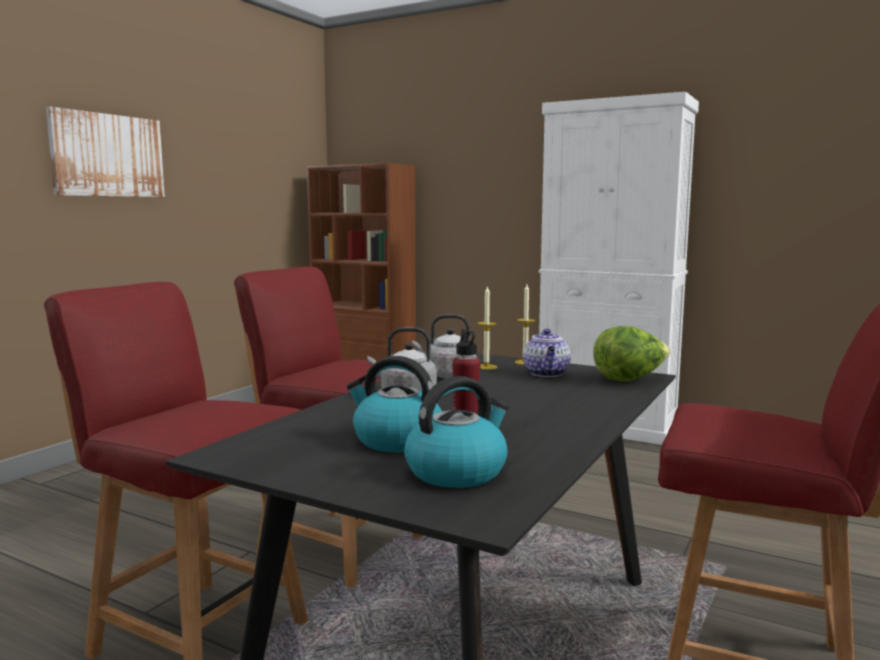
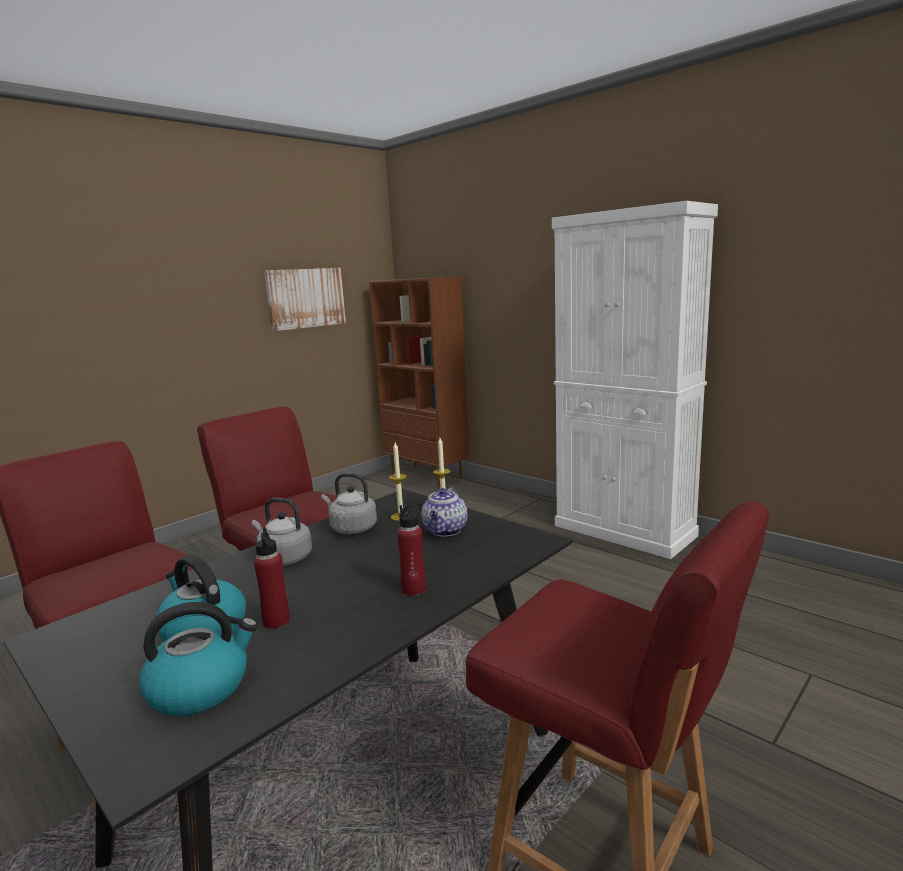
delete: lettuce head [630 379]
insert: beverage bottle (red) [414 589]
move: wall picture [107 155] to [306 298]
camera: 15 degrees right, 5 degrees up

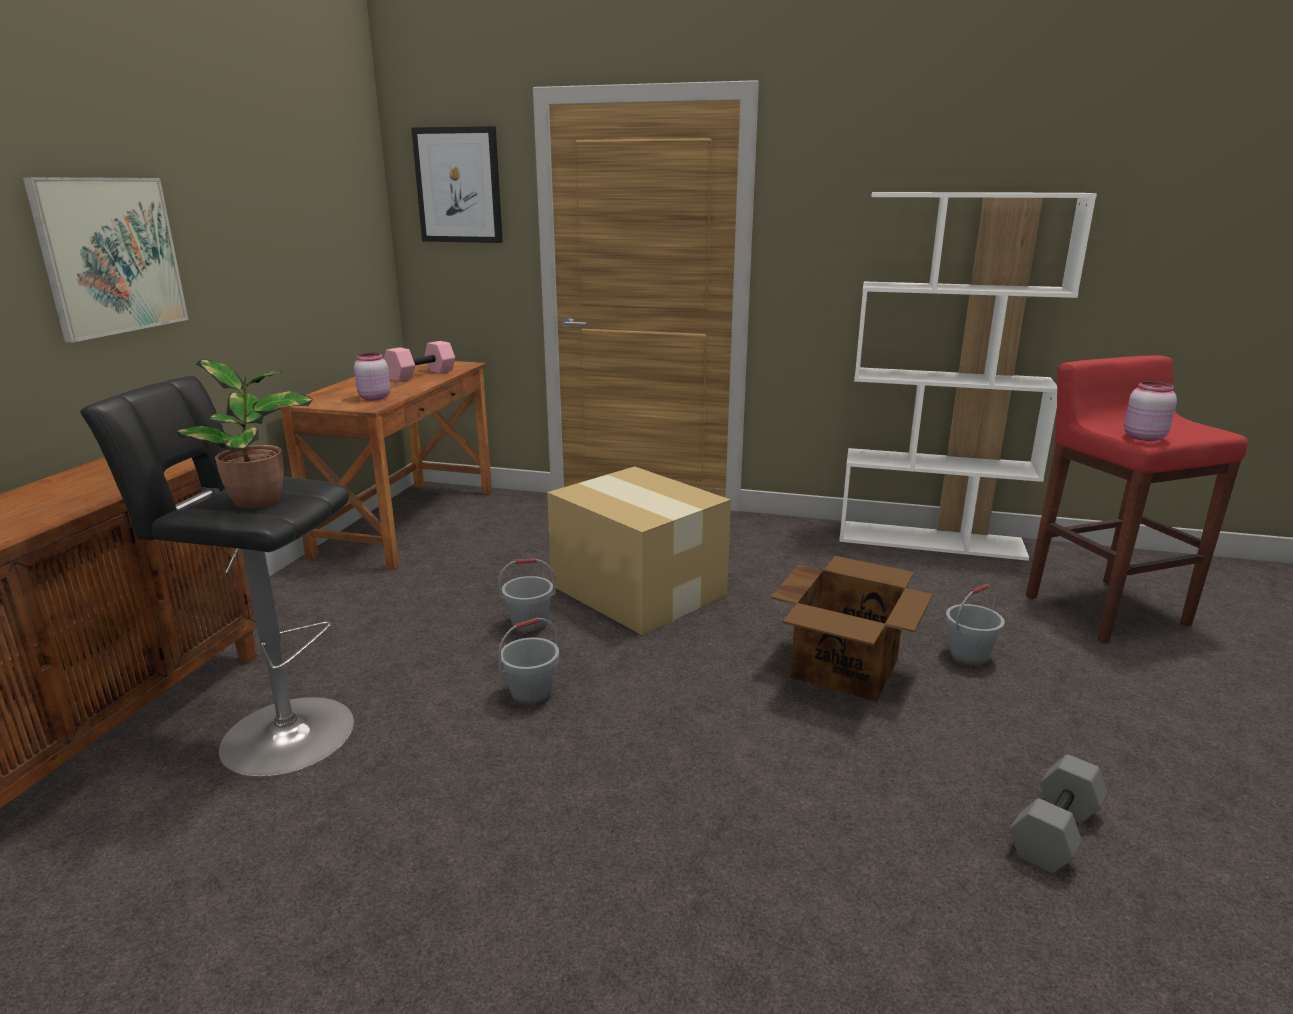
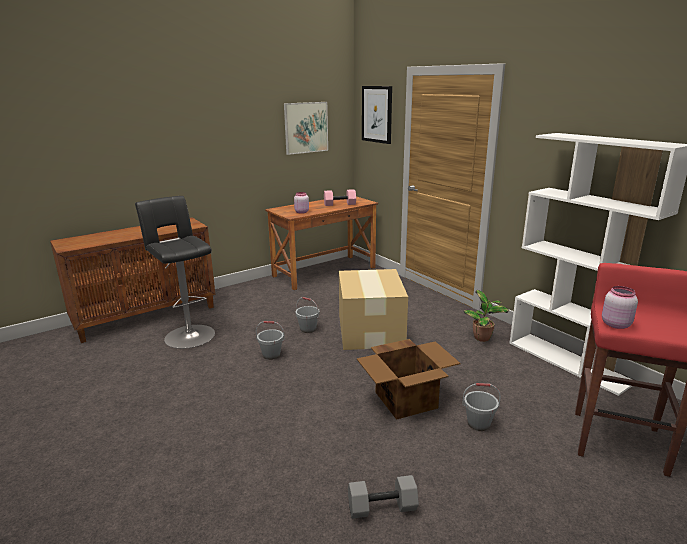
move: wall picture [111 256] to [306 127]; plant in a pot [260 500] to [483 338]
camera: 40 degrees right, 0 degrees up

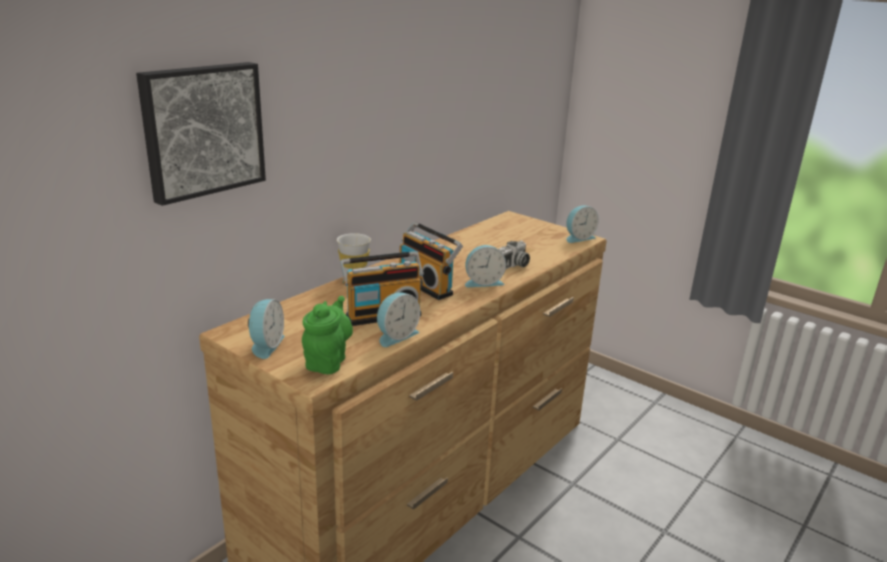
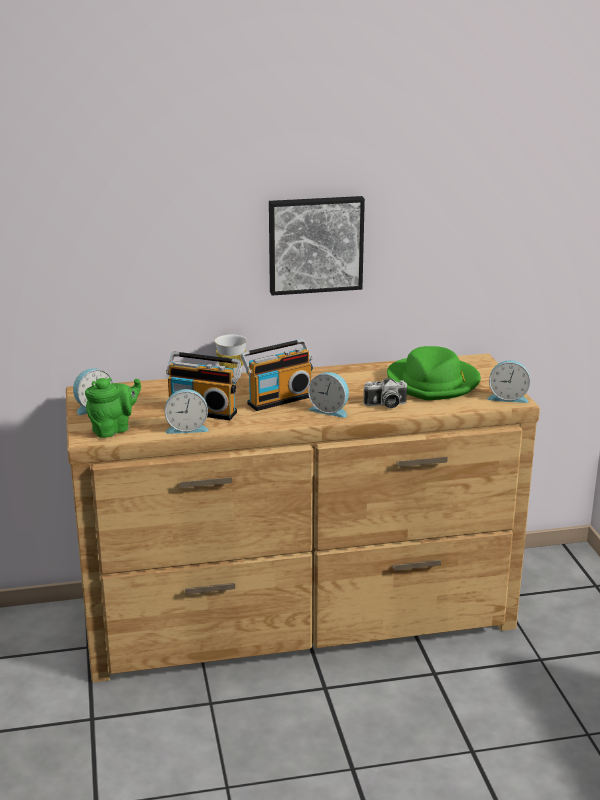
insert: clothing hat (green-coloured) [433 382]
move: wall picture [202 130] to [315 244]
rotate: radio receiver [427 285] = [278 399] 120 degrees counterclockwise
camera: 40 degrees right, 0 degrees up

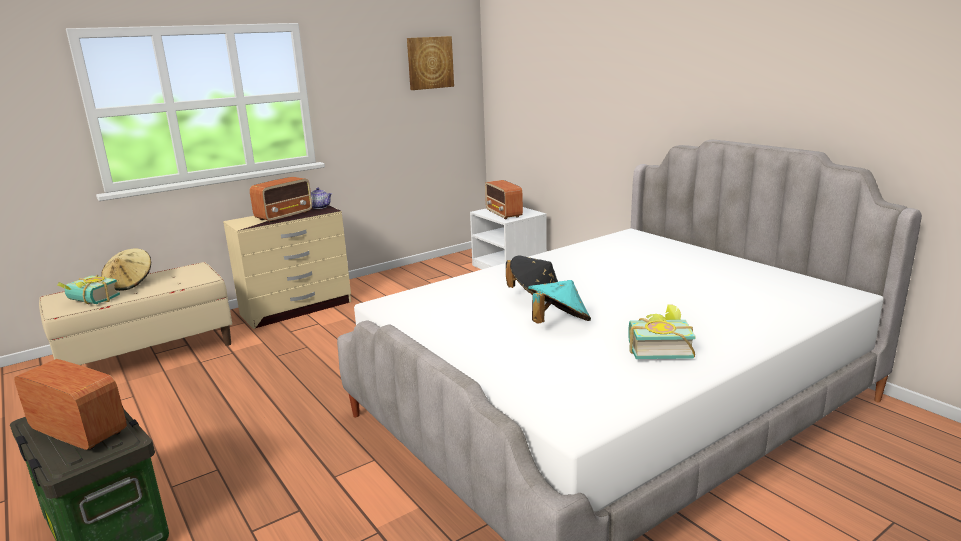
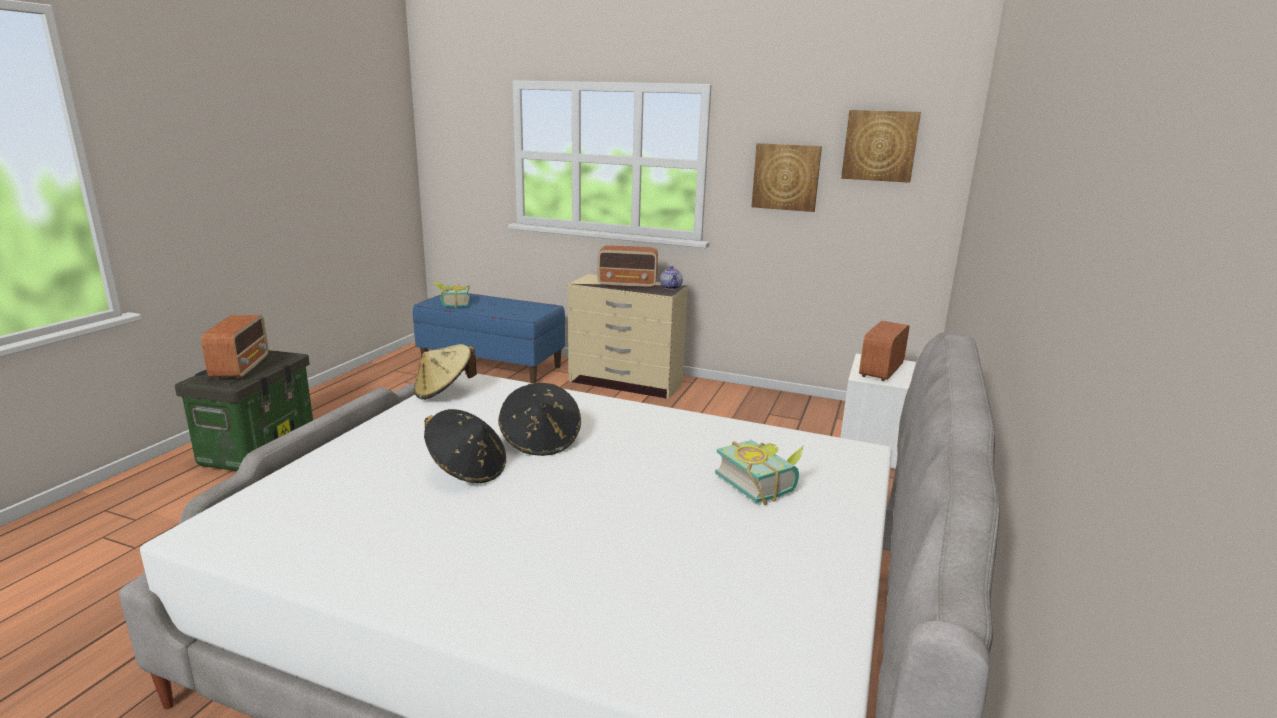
insert: wall picture [786 177]
move: clothing hat (beige) [130 283] to [444 391]; book [658 349] to [761 483]
recolor: bench (beige) [149 354] to bench (bluish) [492 365]; clothing hat (blue-green) [558 324] to clothing hat (black) [467 470]
camera: 55 degrees right, 0 degrees up

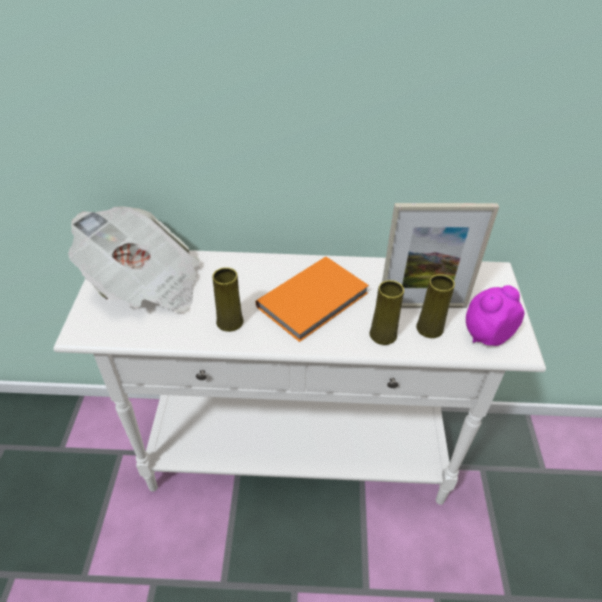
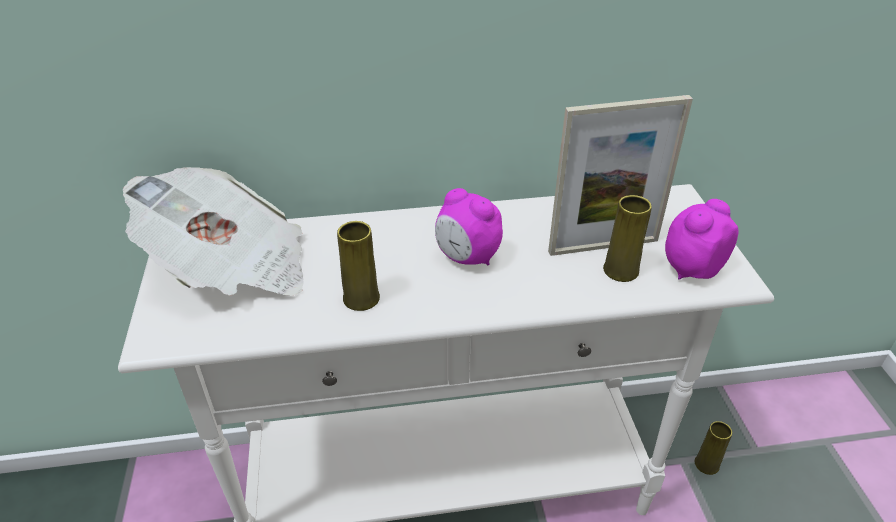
move: flower vase (yellowish) [383 335] to [706 464]
replace: book (orangey) [315 300] to alarm clock [467 258]
camera: 10 degrees left, 5 degrees down

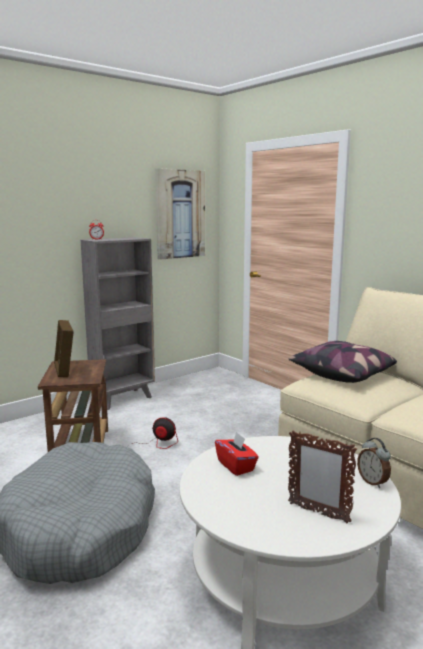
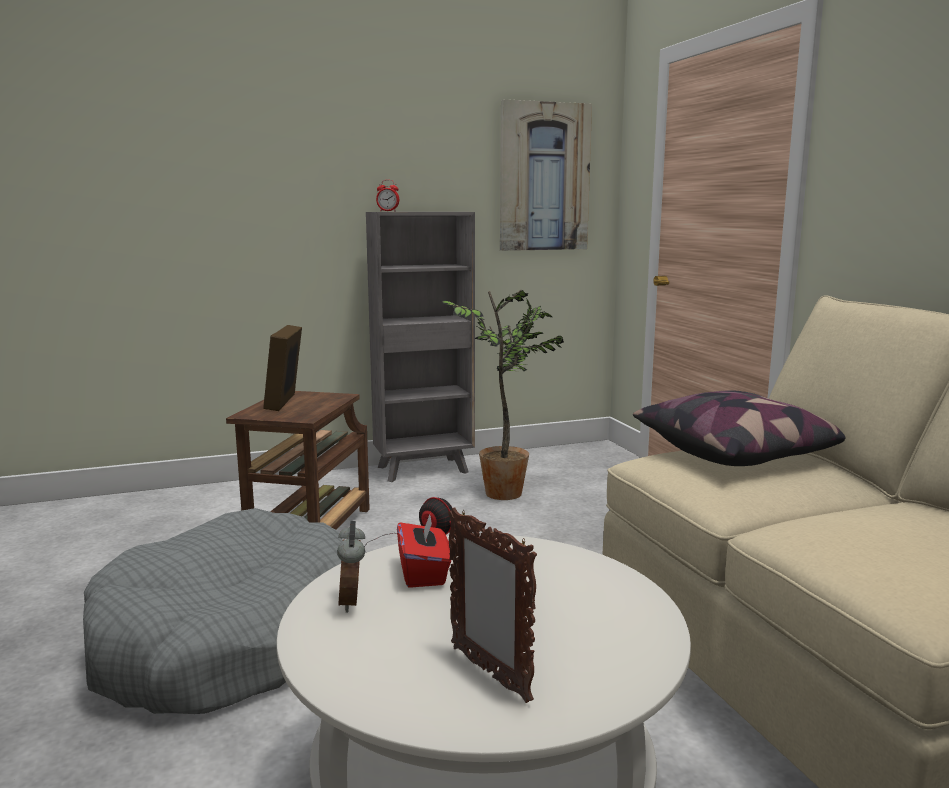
insert: plant in a pot [506 491]
move: alarm clock [373 482] to [353 602]
camera: 20 degrees right, 0 degrees up

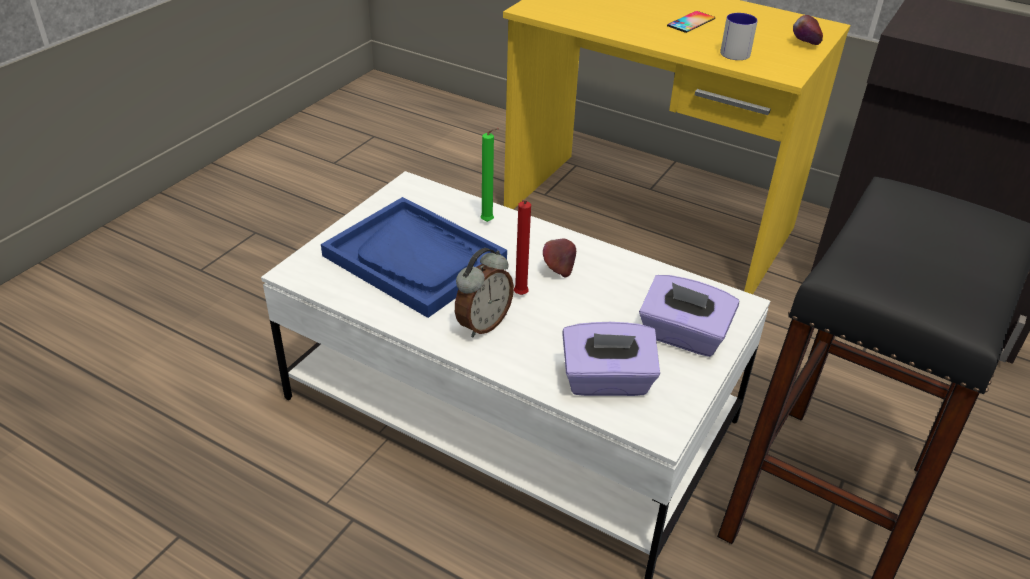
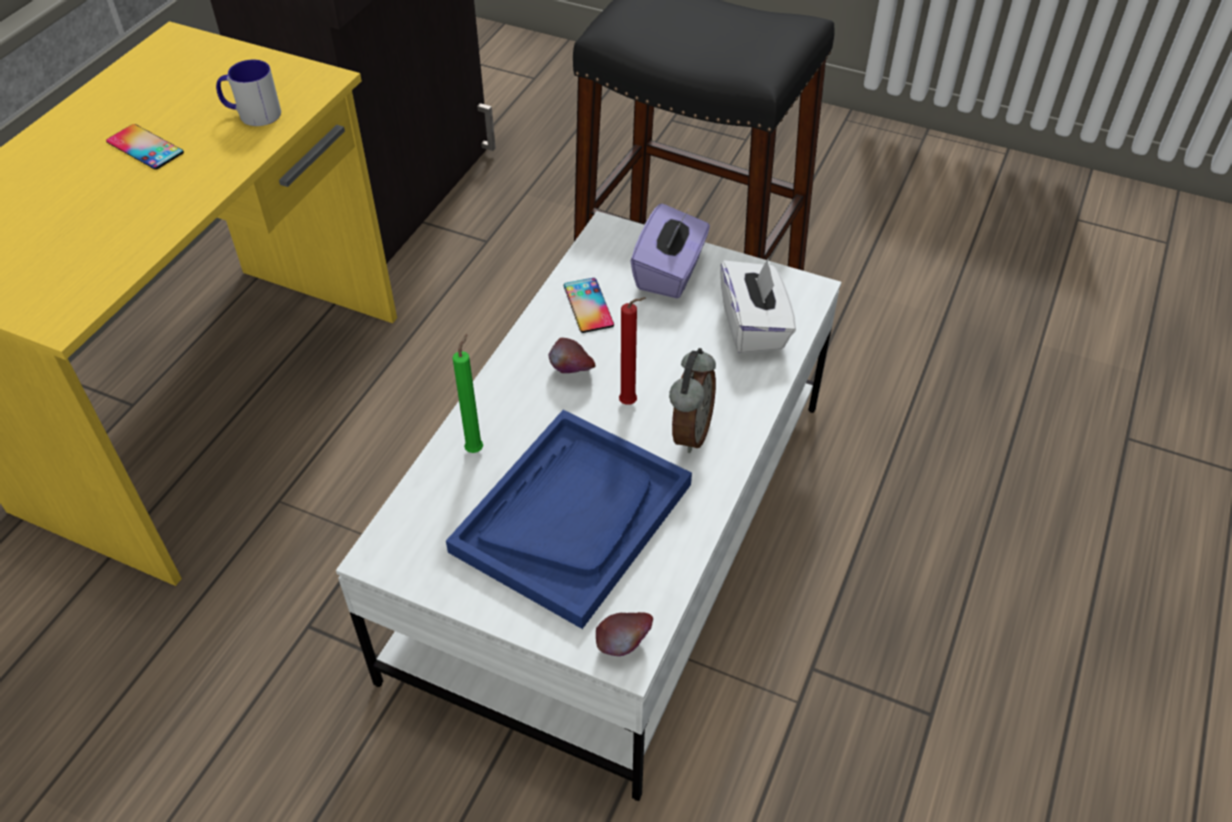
insert: handset [588 305]
move: apple [805 44] to [623 644]
recolor: tissue box (purplish) [607 381] to tissue box (white) [754 326]
rotate: alarm clock [482 324] = [689 432] 75 degrees clockwise
camera: 95 degrees left, 10 degrees up

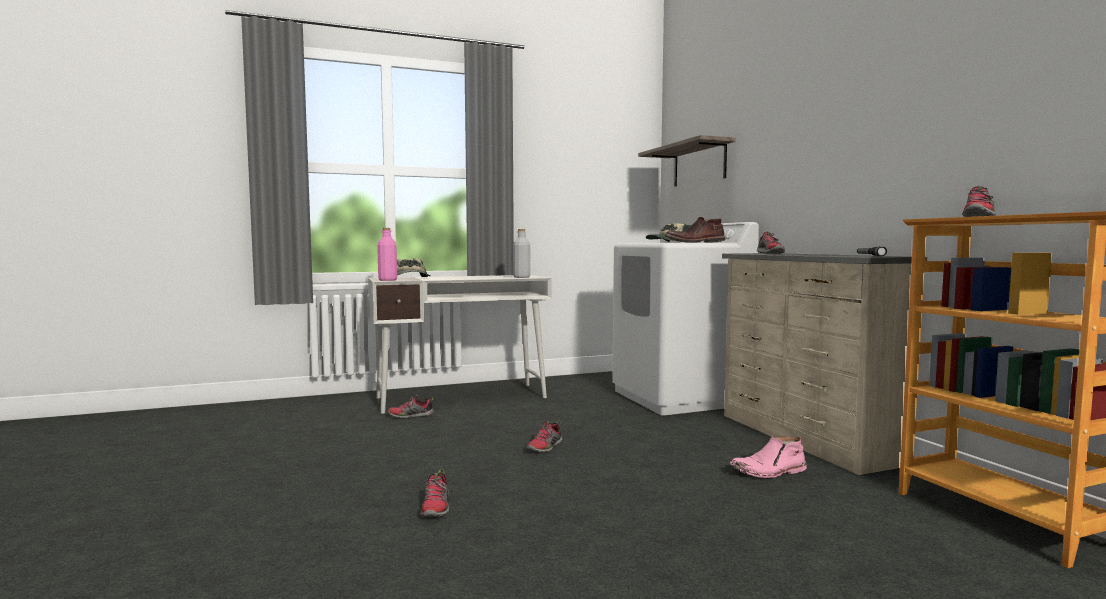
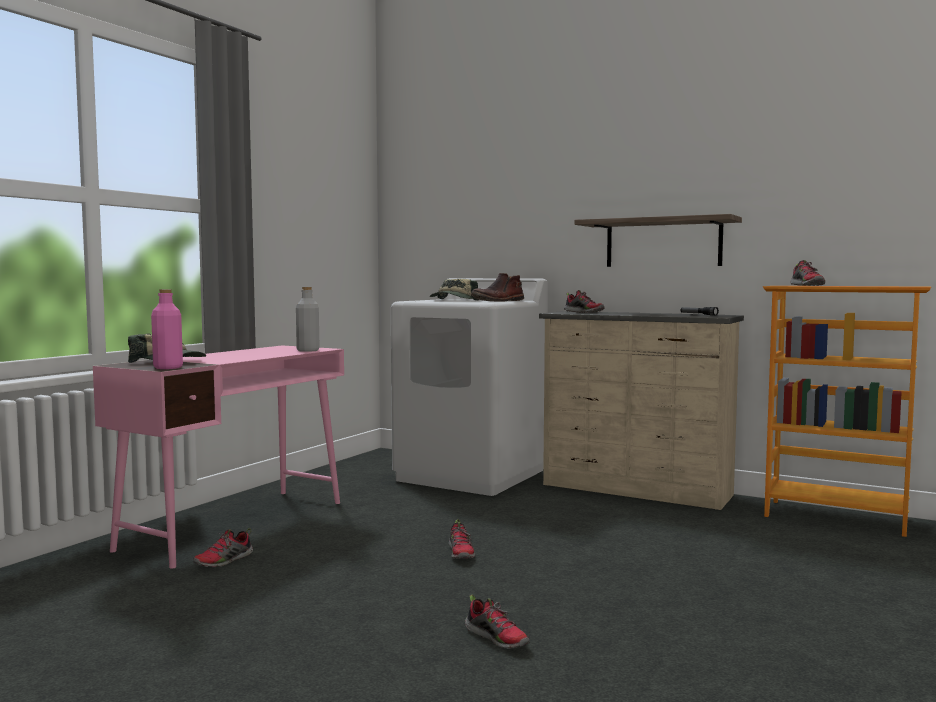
delete: boot (pink) [768 472]
move: wall shelf [699 164] to [663 243]
recolor: desk unit (white) [462 397] to desk unit (pink) [237 524]
camera: 40 degrees left, 0 degrees up

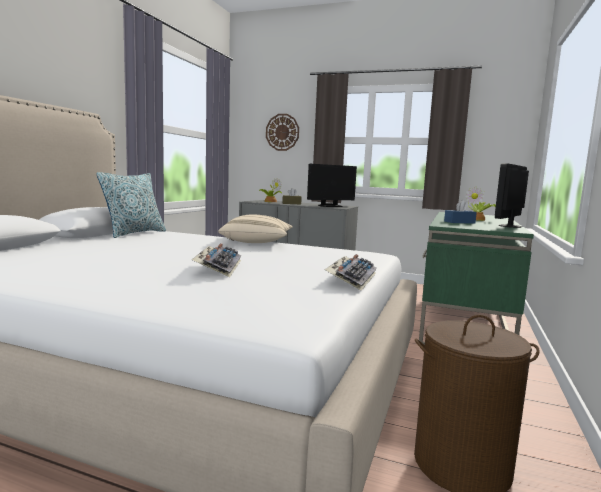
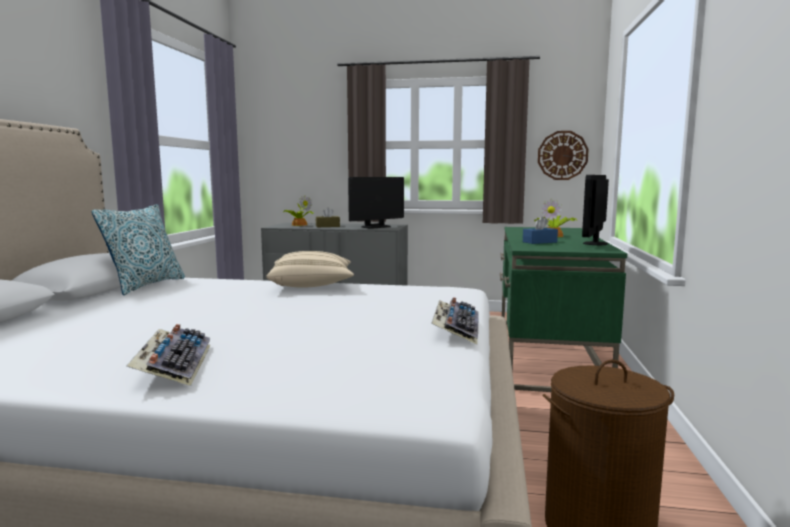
move: keyboard [218 267] to [174 364]; clock on the wall [282 132] to [562 155]
camera: 10 degrees left, 0 degrees up

